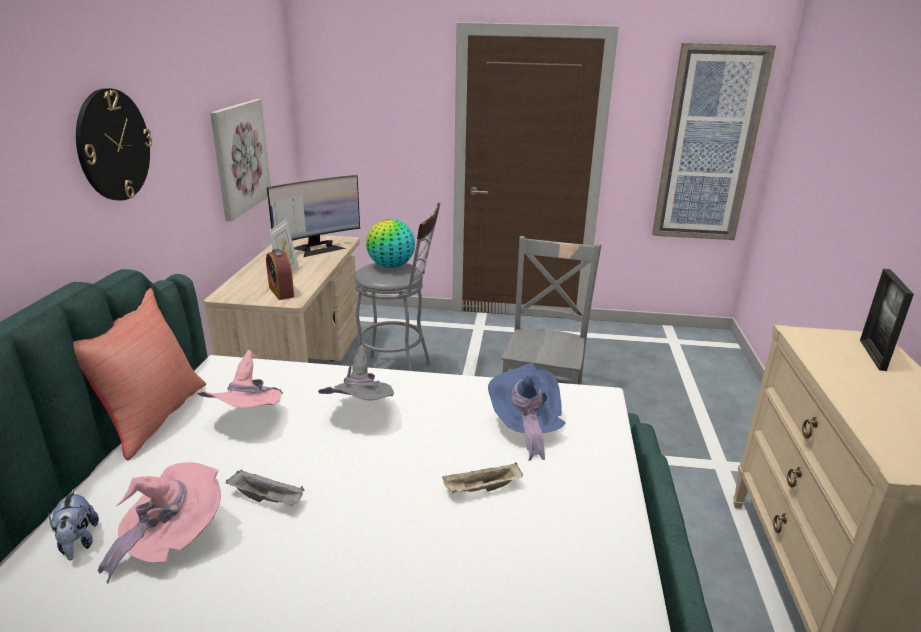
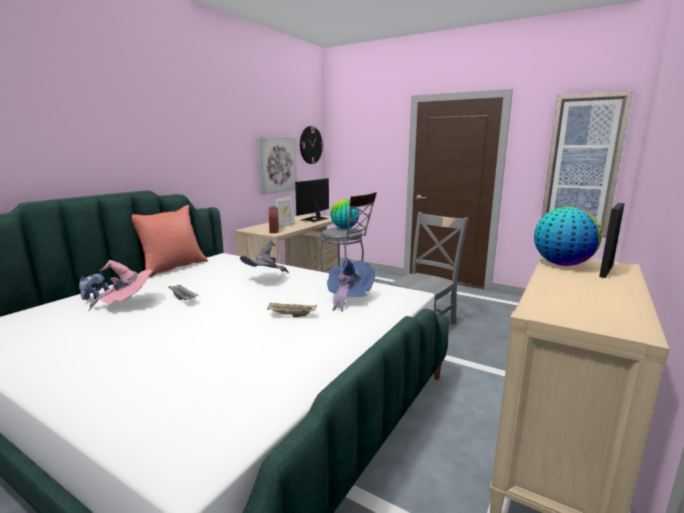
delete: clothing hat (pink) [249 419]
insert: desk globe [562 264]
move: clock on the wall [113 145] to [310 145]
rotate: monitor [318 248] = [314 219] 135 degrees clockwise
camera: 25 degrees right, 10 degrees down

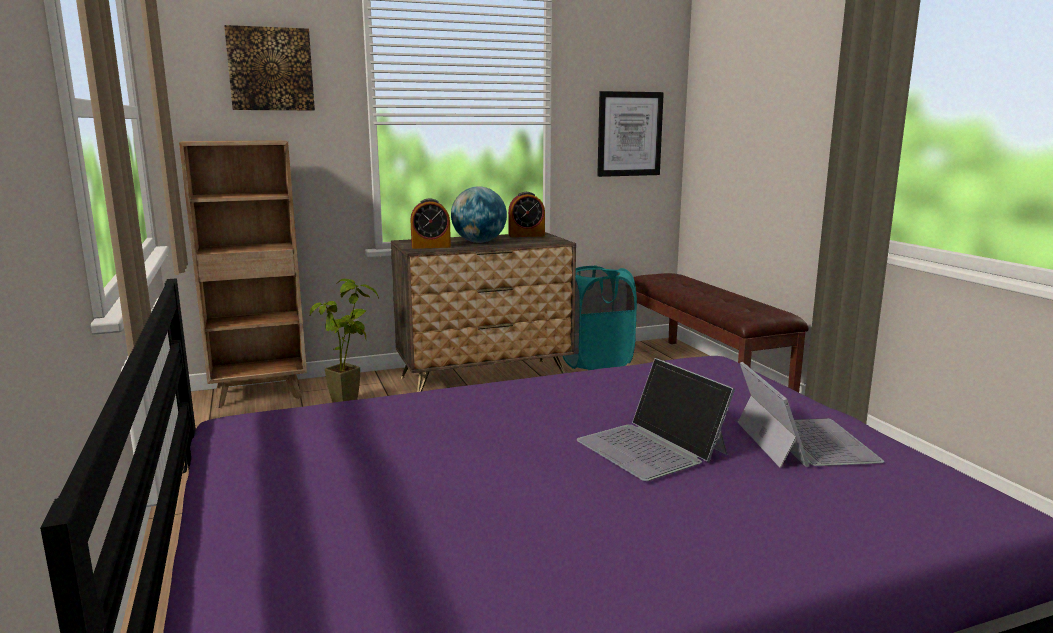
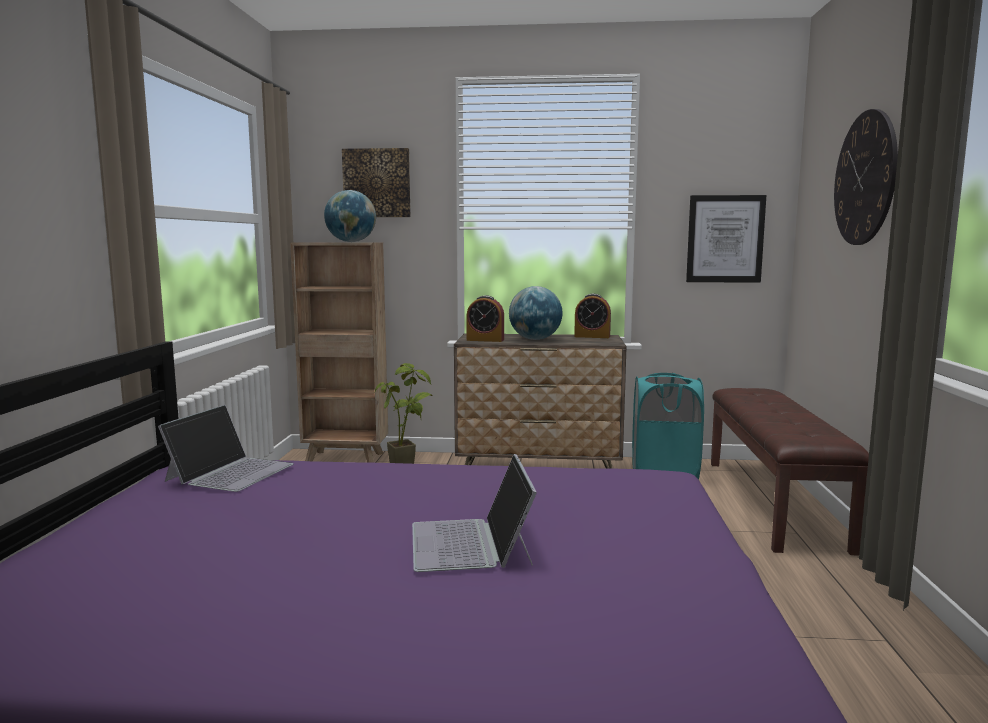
insert: desk globe [351 242]; clock on the wall [865 178]
move: portable computer [803 441] to [230 472]
camera: 25 degrees right, 5 degrees down

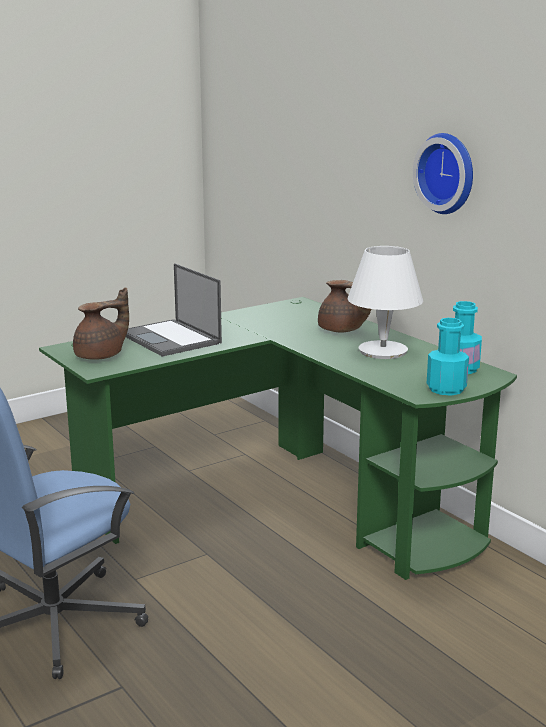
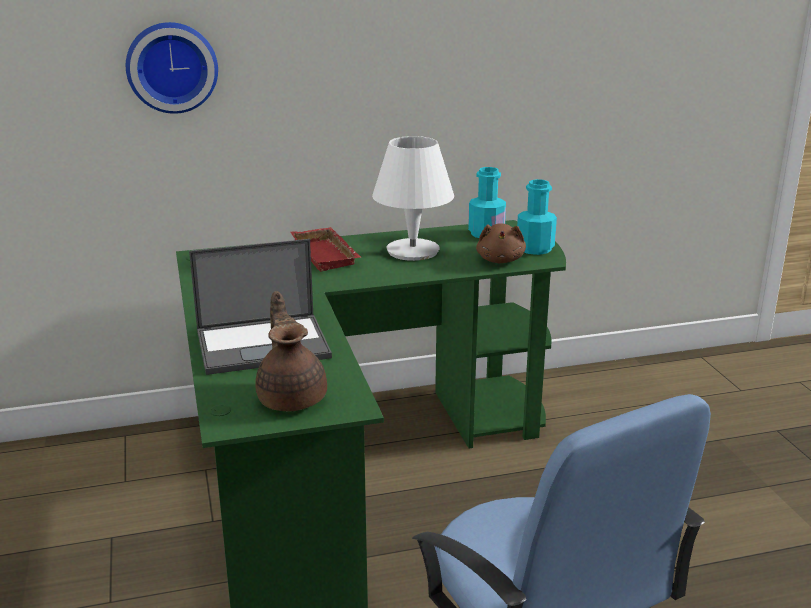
insert: soft toy (brown-coloured) [500 260]
move: clock on the wall [448 173] to [172 67]
replace: tea pot (brown-coloured) [342 330] to carrying tray (red) [328 255]
camera: 70 degrees left, 5 degrees up

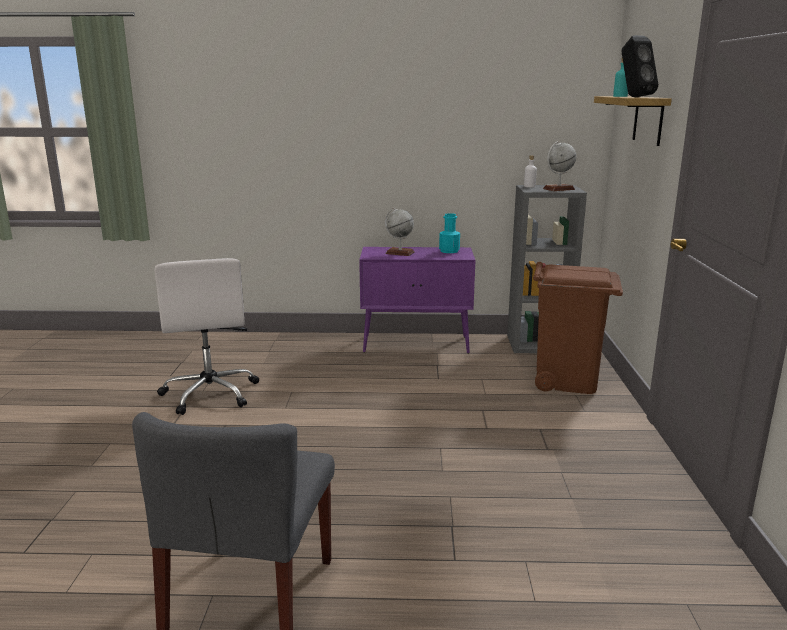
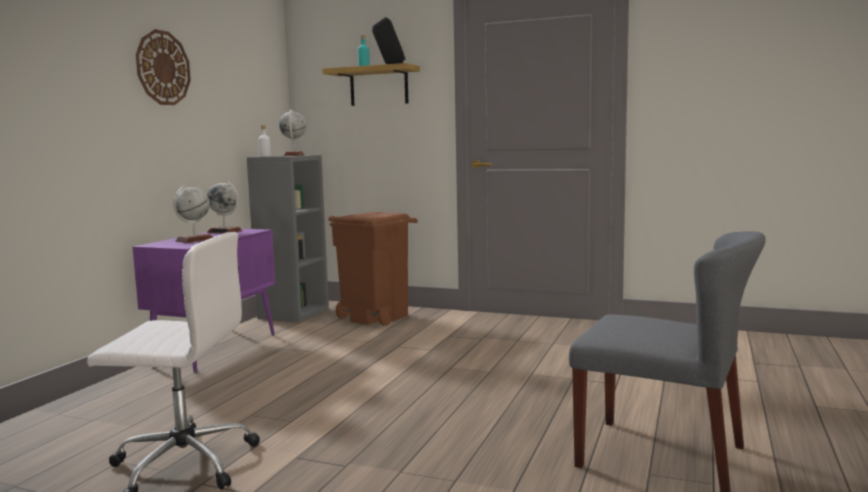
insert: clock on the wall [163 68]
replace: beverage bottle (blue-green) [449 251] to desk globe [225 231]
camera: 70 degrees left, 10 degrees down

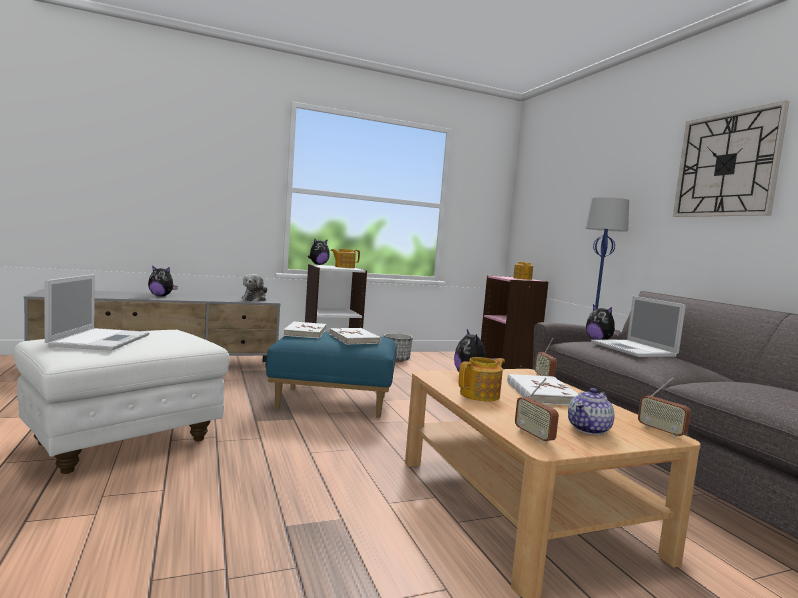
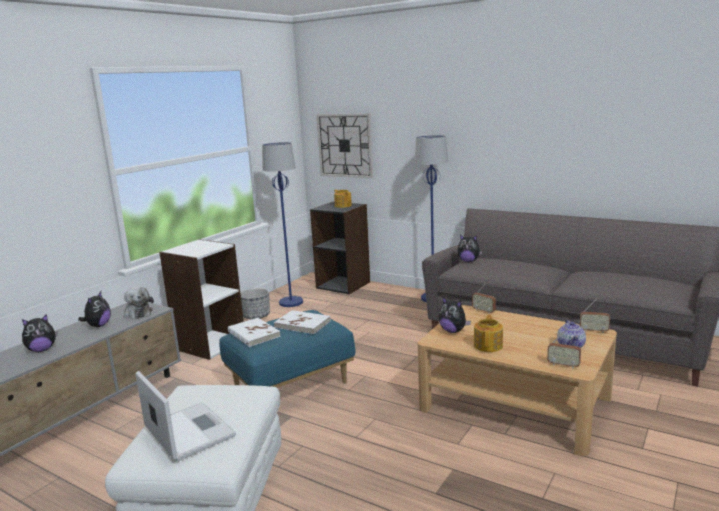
delete: tea pot [344 267]; book (white) [541 393]; portable computer [634 349]
insert: standard lamp (bluish) [291 302]
move: soft toy [318 264] to [98 325]; clock on the wall [726 165] to [345 145]
recolor: shelving unit (pink) [508 365] to shelving unit (black) [343 285]
camera: 35 degrees left, 10 degrees up

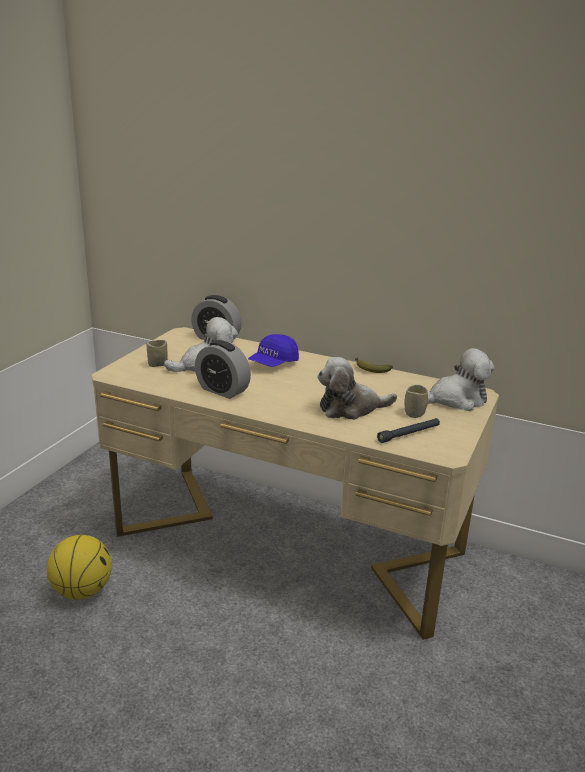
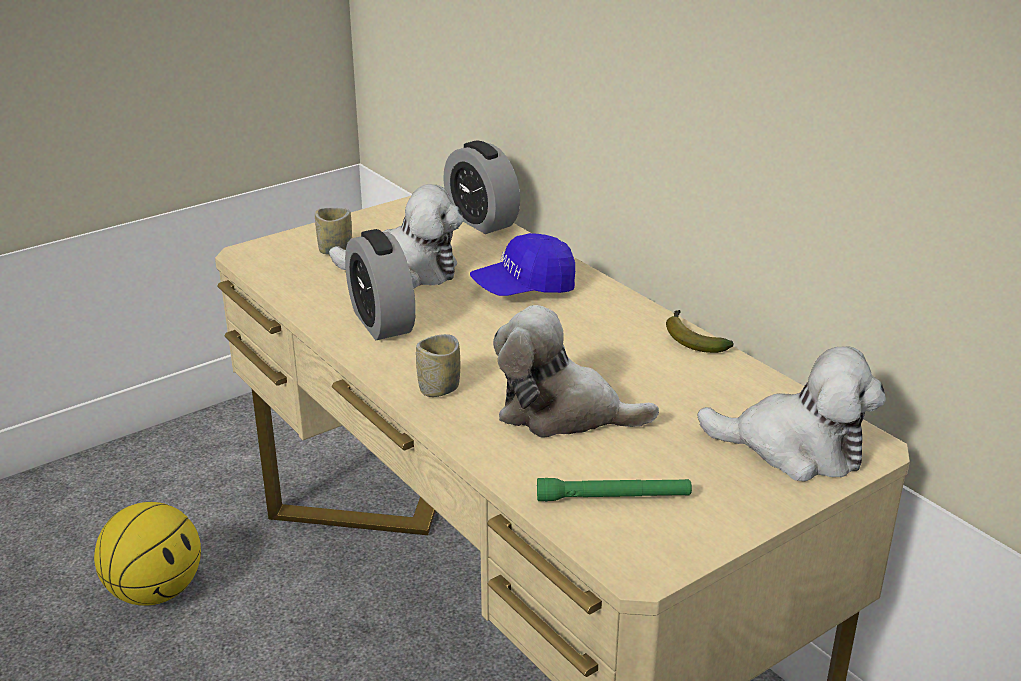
move: cup [414 413] to [439 388]
recolor: hand torch (black) [409 434] to hand torch (green-coloured) [613 497]
camera: 30 degrees right, 5 degrees up

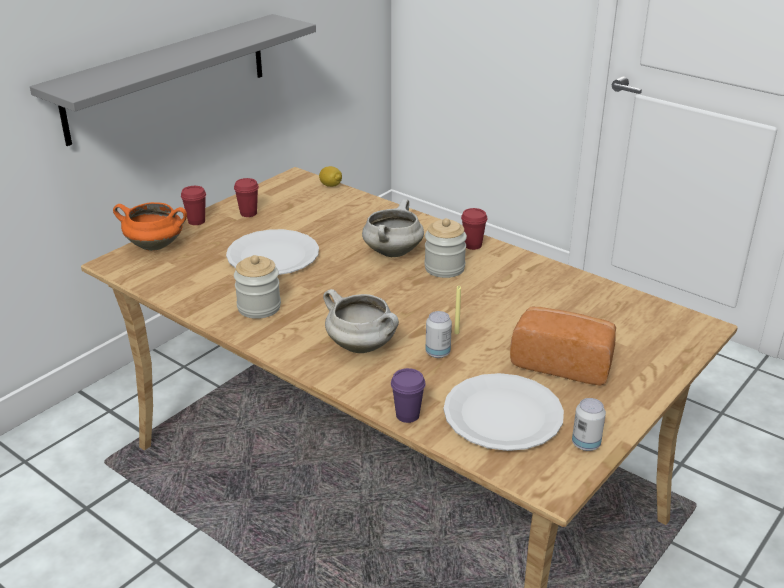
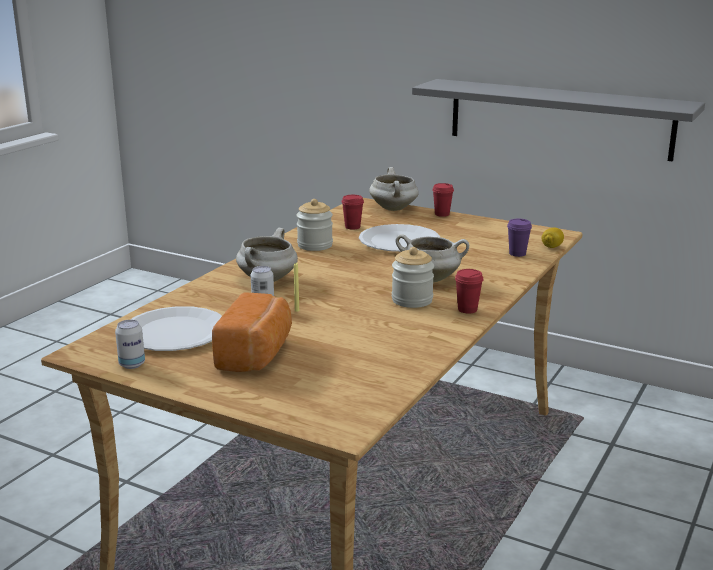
move: cup (red) [248 213] to [352 227]; cup (purplish) [407 415] to [517 253]
recolor: stockpot (orangey) [156 245] to stockpot (white) [394 209]
camera: 80 degrees right, 10 degrees down

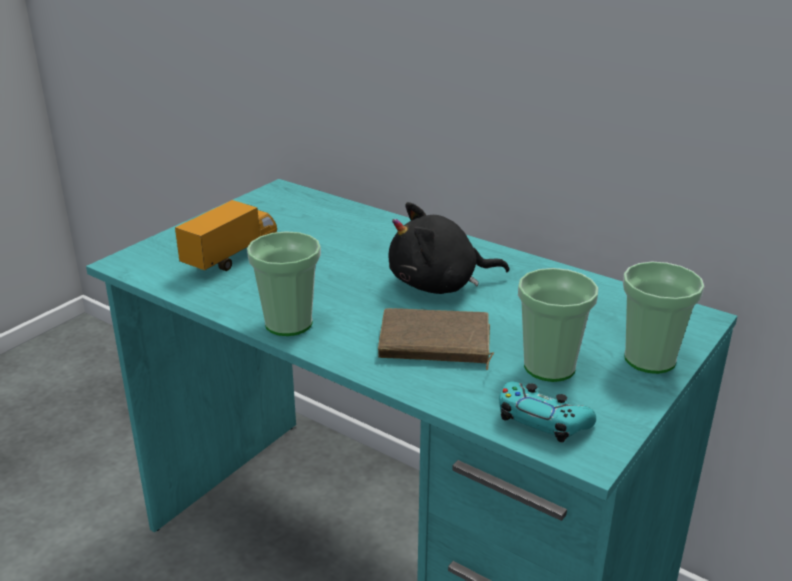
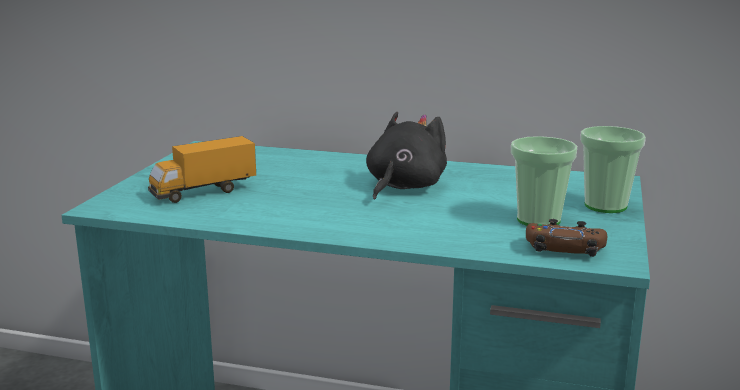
delete: cup [288 323]; book (brown-coloured) [434 345]
recolor: game controller (blue-green) [543 420] to game controller (brown-coloured) [564 249]
rotate: toy lorry [232 258] = [203 192] 135 degrees counterclockwise; soft toy (black) [439 285] = [403 186] 150 degrees clockwise
camera: 20 degrees left, 10 degrees down

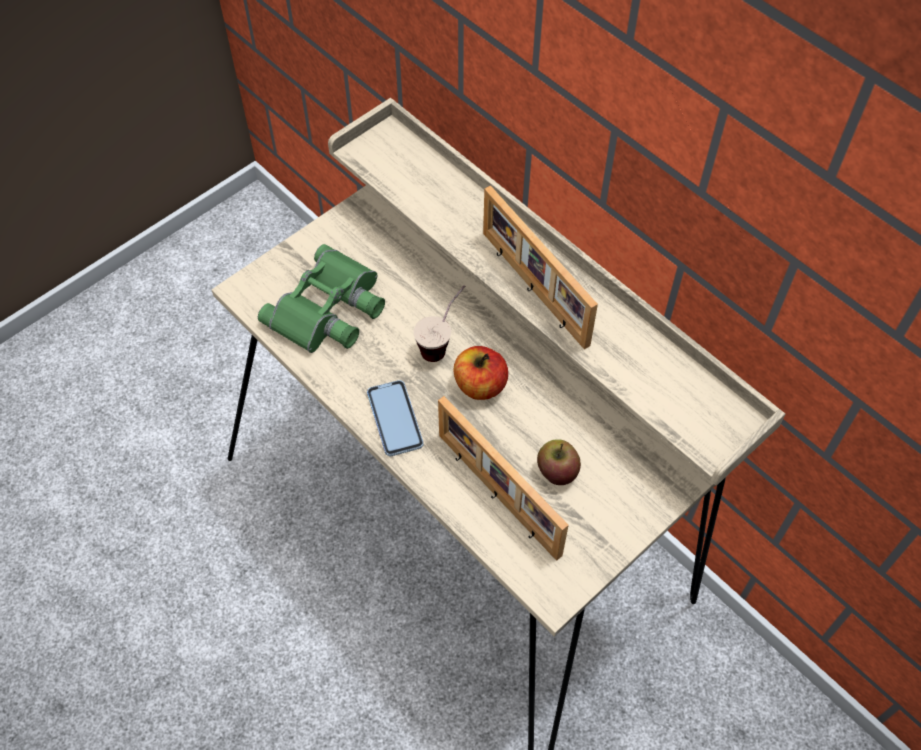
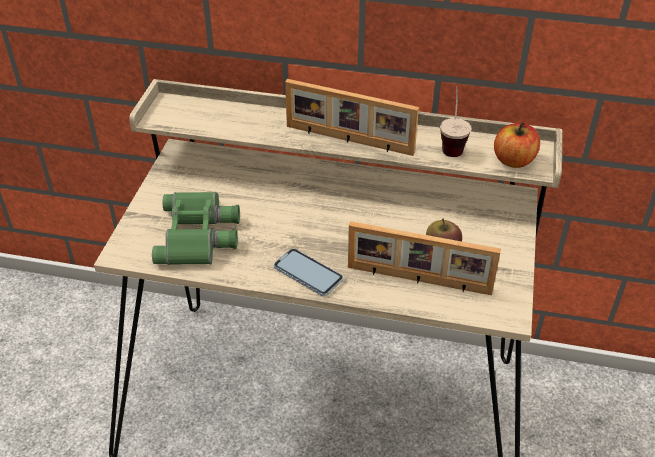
move: cup [443 342] to [452 144]; apple [480 385] to [514 160]
camera: 35 degrees left, 15 degrees down

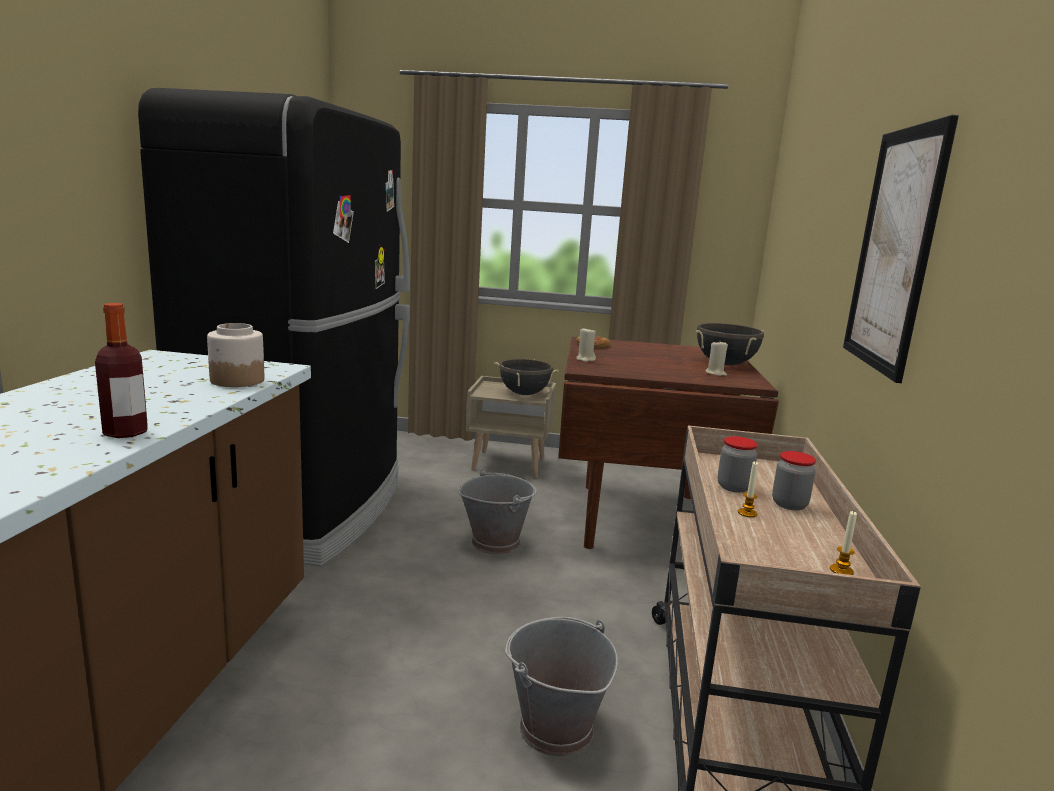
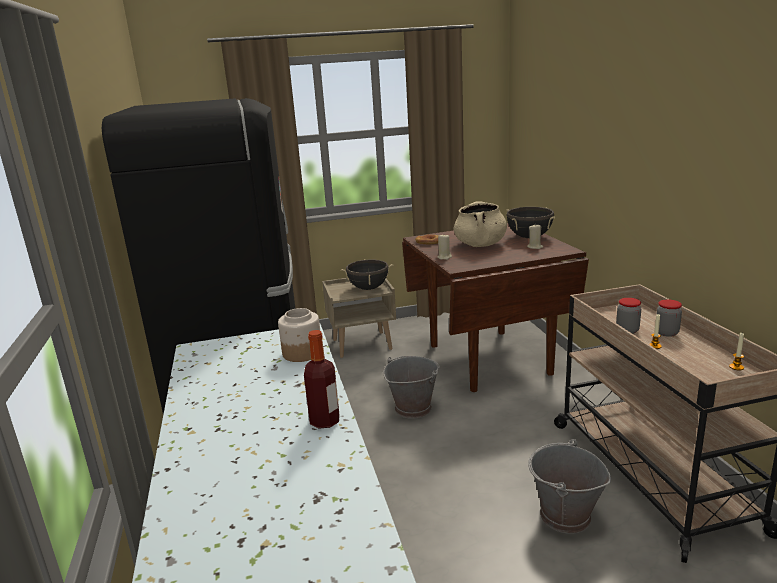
delete: wall picture [894 250]
insert: stockpot (beige) [480 245]
camera: 20 degrees left, 5 degrees up

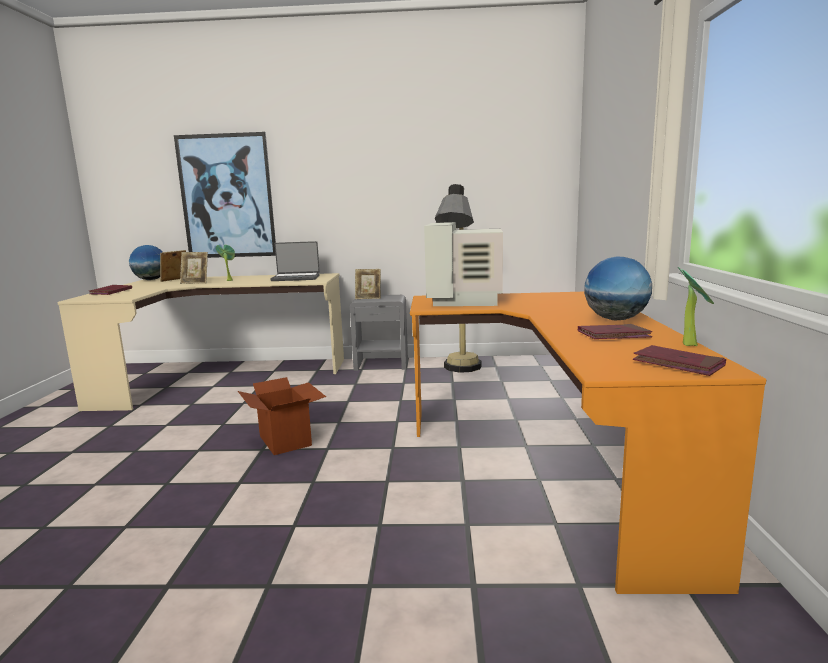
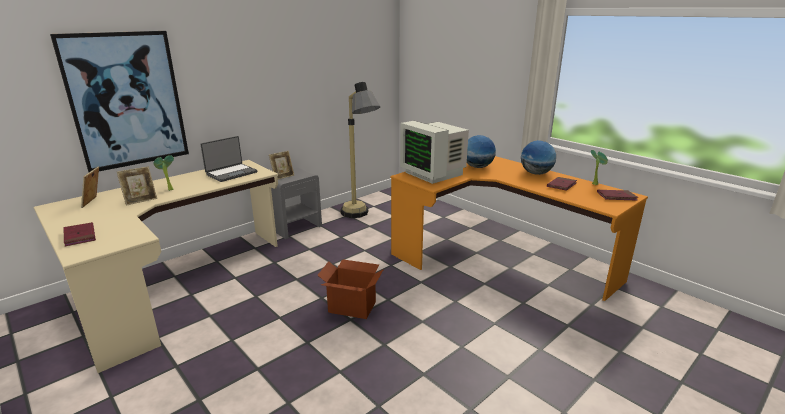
move: desk globe [151 280] to [477 167]
camera: 45 degrees left, 10 degrees up

